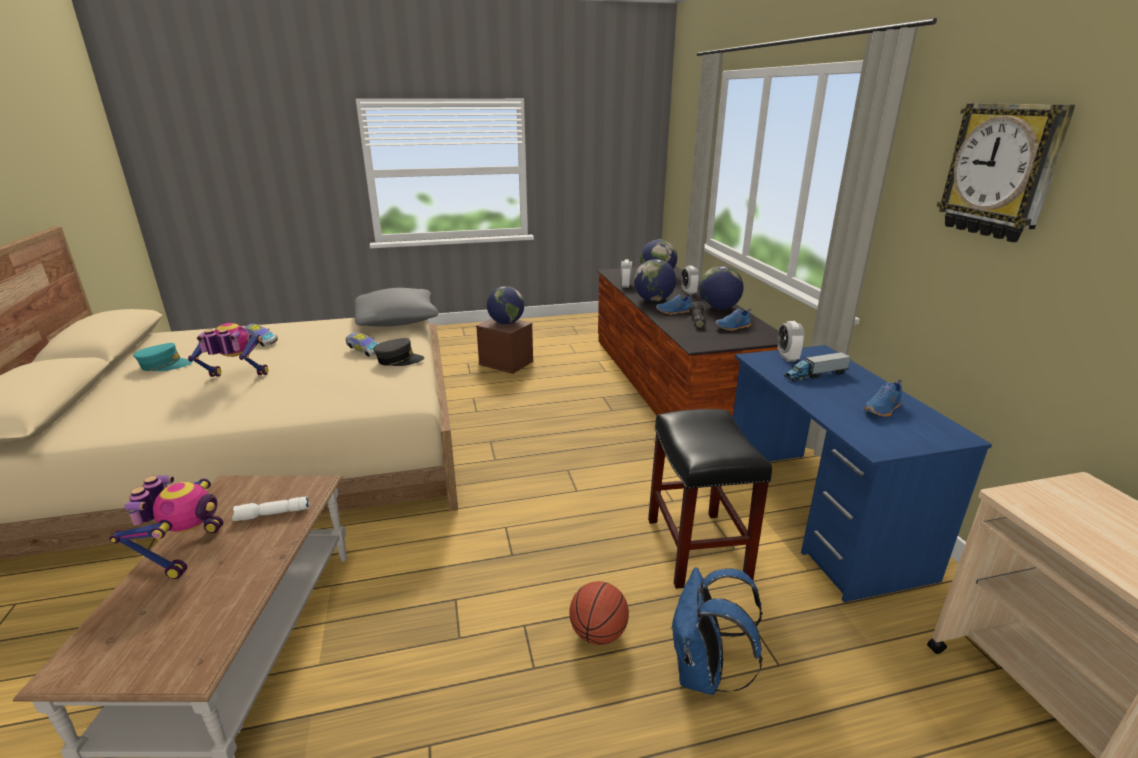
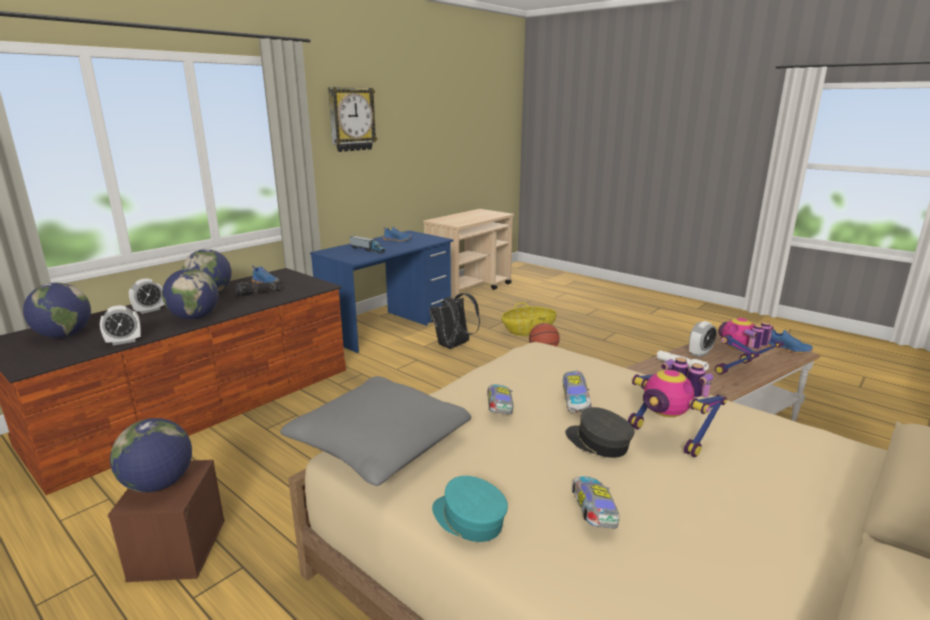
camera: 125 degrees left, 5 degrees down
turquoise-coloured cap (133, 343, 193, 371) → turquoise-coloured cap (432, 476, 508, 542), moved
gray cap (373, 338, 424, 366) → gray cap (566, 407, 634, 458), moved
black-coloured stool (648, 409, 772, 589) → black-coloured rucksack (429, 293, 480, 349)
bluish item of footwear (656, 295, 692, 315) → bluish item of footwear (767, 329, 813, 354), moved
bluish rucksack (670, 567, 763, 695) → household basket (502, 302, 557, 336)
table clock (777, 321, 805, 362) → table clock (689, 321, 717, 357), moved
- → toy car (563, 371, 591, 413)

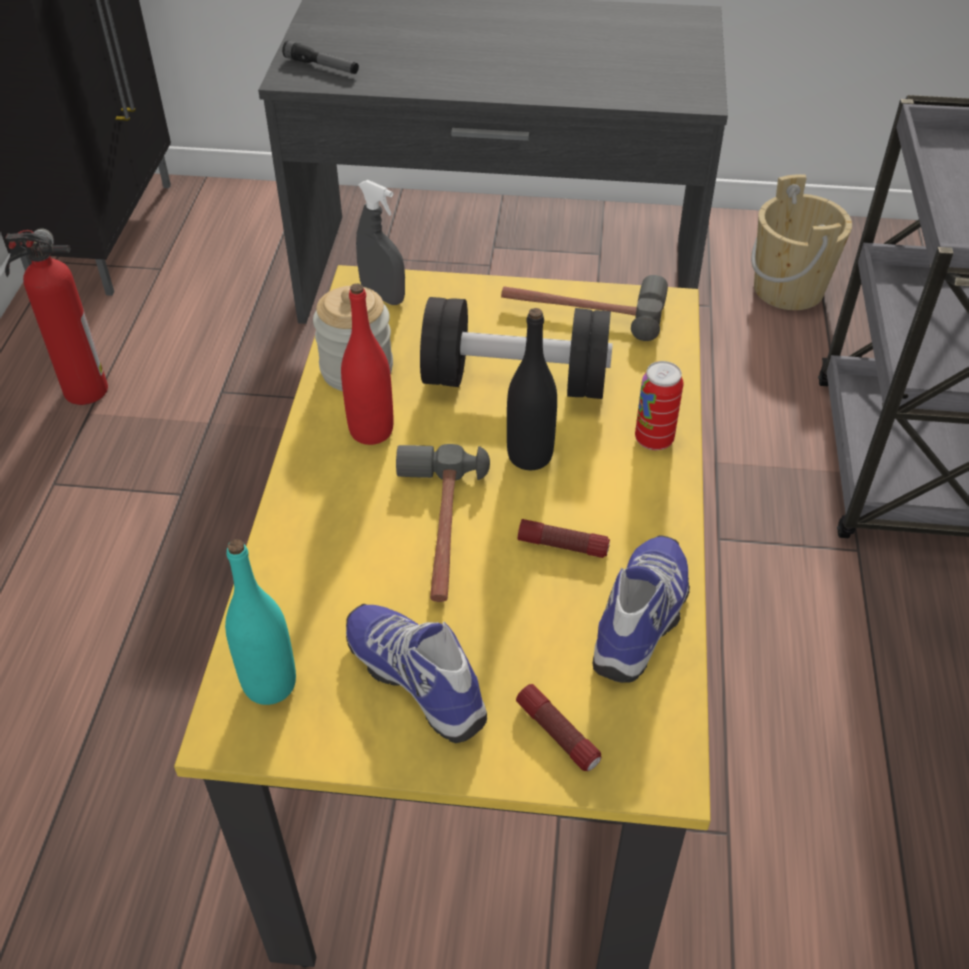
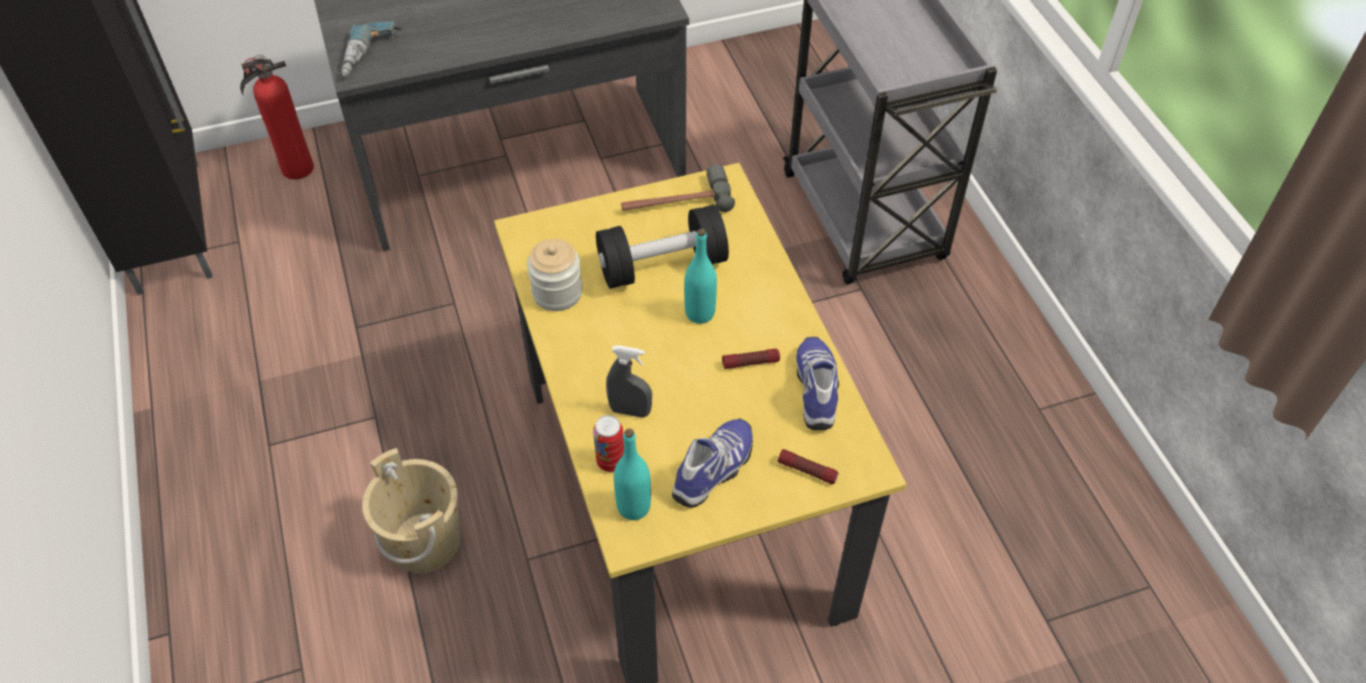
camera: 25 degrees left, 5 degrees up
fire-fighting cylinder (5, 228, 108, 405) → fire-fighting cylinder (240, 55, 314, 180), moved
torch (282, 40, 359, 74) → power drill (341, 21, 403, 77)
reddish bottle (341, 283, 394, 445) → -
item of footwear (346, 604, 487, 743) → item of footwear (672, 418, 753, 508), 105 degrees clockwise
gray spray bottle (356, 180, 405, 305) → gray spray bottle (606, 345, 652, 418), moved
tool hammer (396, 444, 490, 602) → -
black-coloured bottle (507, 308, 557, 470) → turquoise-coloured bottle (684, 229, 717, 324)
can (635, 361, 683, 450) → can (593, 415, 624, 472), moved
beige bucket (751, 174, 852, 310) → beige bucket (362, 448, 460, 574), moved

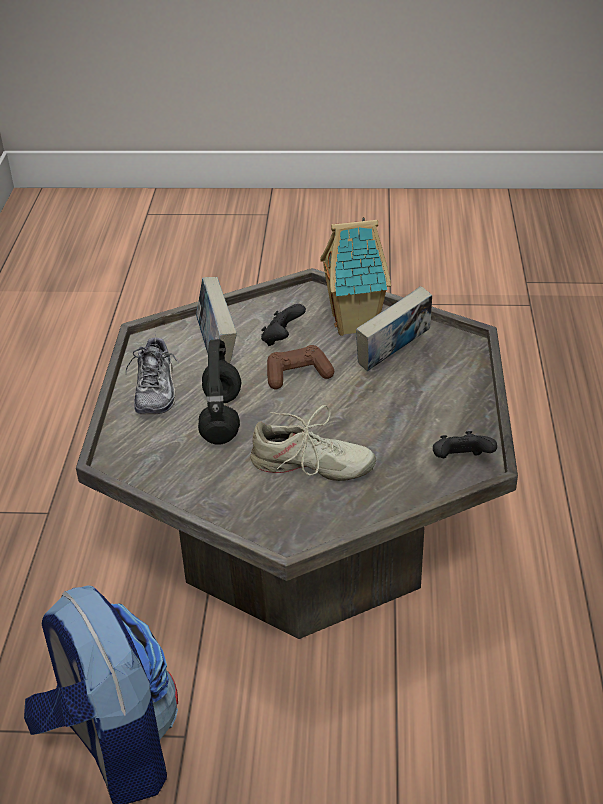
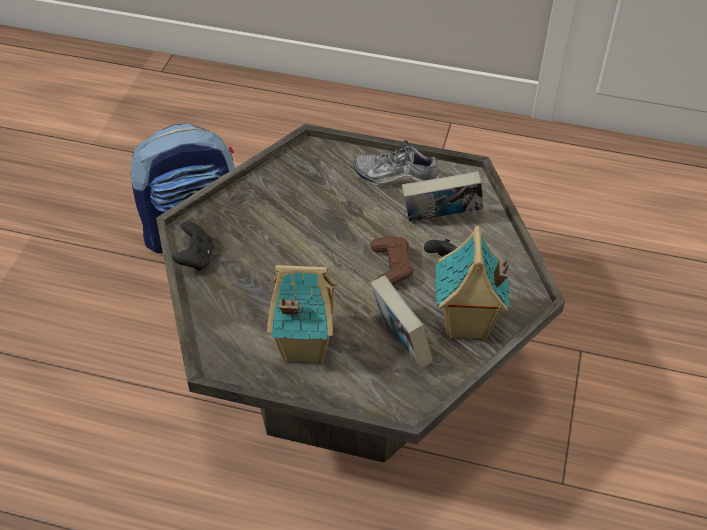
camera: 100 degrees right, 10 degrees up
black-coloured headphones (198, 339, 241, 445) → -
beige item of footwear (250, 405, 376, 481) → -
black-coloured joypad (433, 431, 497, 459) → black-coloured joypad (172, 221, 213, 271), moved
- → miniature house (267, 265, 337, 364)

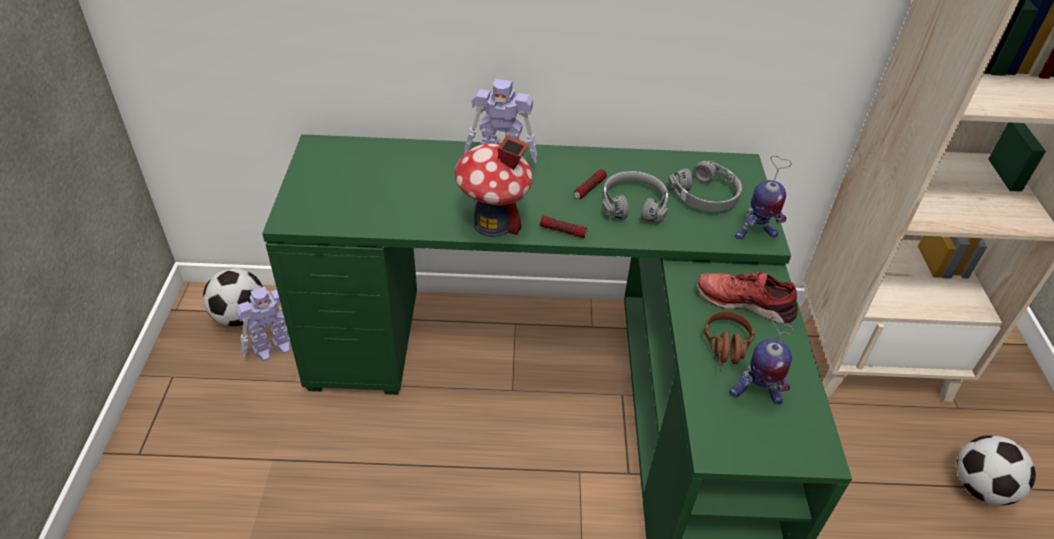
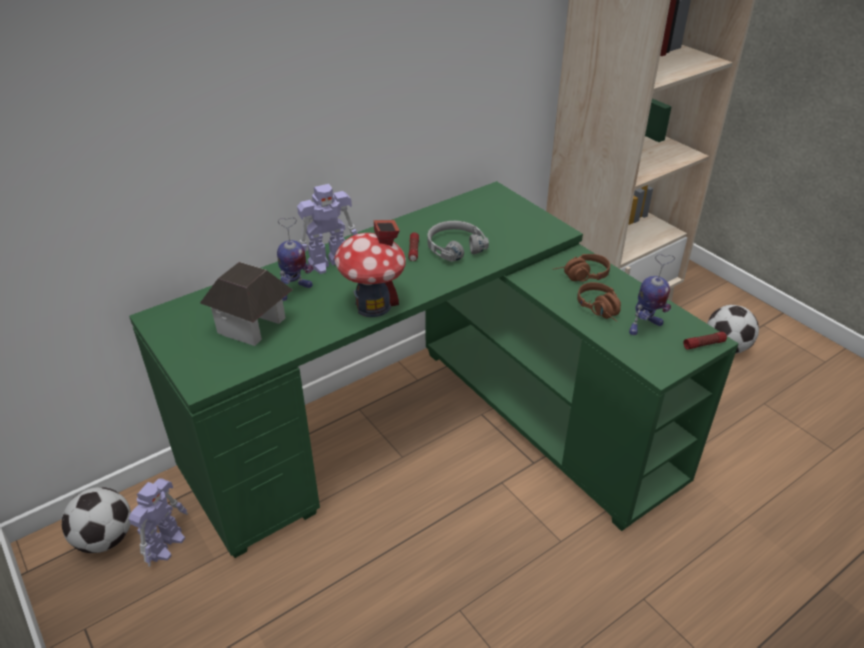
camera: 35 degrees left, 5 degrees down
torch (540, 216, 588, 238) → torch (684, 332, 727, 350), moved
gray headphones (668, 160, 742, 212) → -
reddish item of footwear (697, 271, 798, 324) → brown headphones (552, 254, 610, 282)
toy robot (735, 156, 792, 240) → toy robot (277, 217, 313, 301), moved
- → miniature house (200, 262, 293, 346)

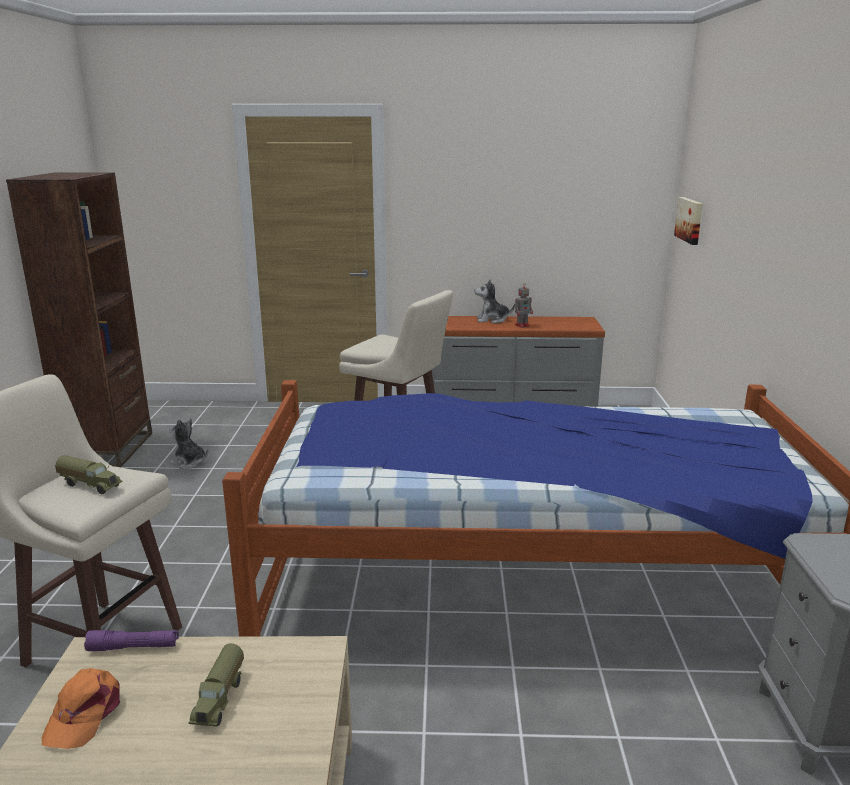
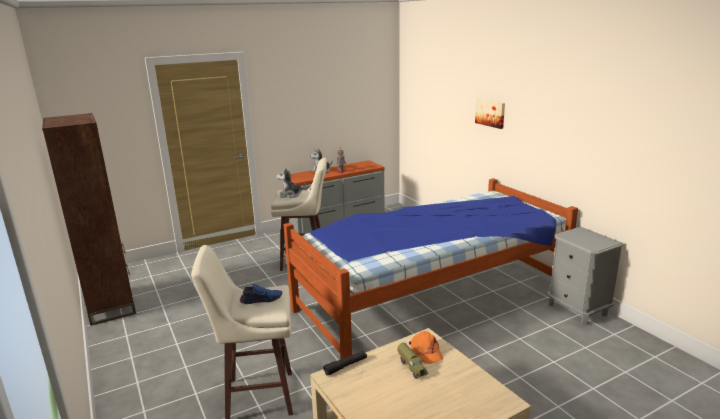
camera: 30 degrees left, 0 degrees up
orangey cap (42, 668, 120, 749) → orangey cap (409, 331, 443, 364), moved
model truck (55, 455, 122, 494) → bluish item of footwear (240, 284, 282, 304)
purple torch (84, 630, 179, 651) → black-coloured torch (323, 351, 367, 376)
cuddly toy (169, 419, 208, 469) → cuddly toy (276, 168, 305, 198), moved
wall picture (674, 197, 703, 245) → wall picture (475, 99, 505, 129), moved

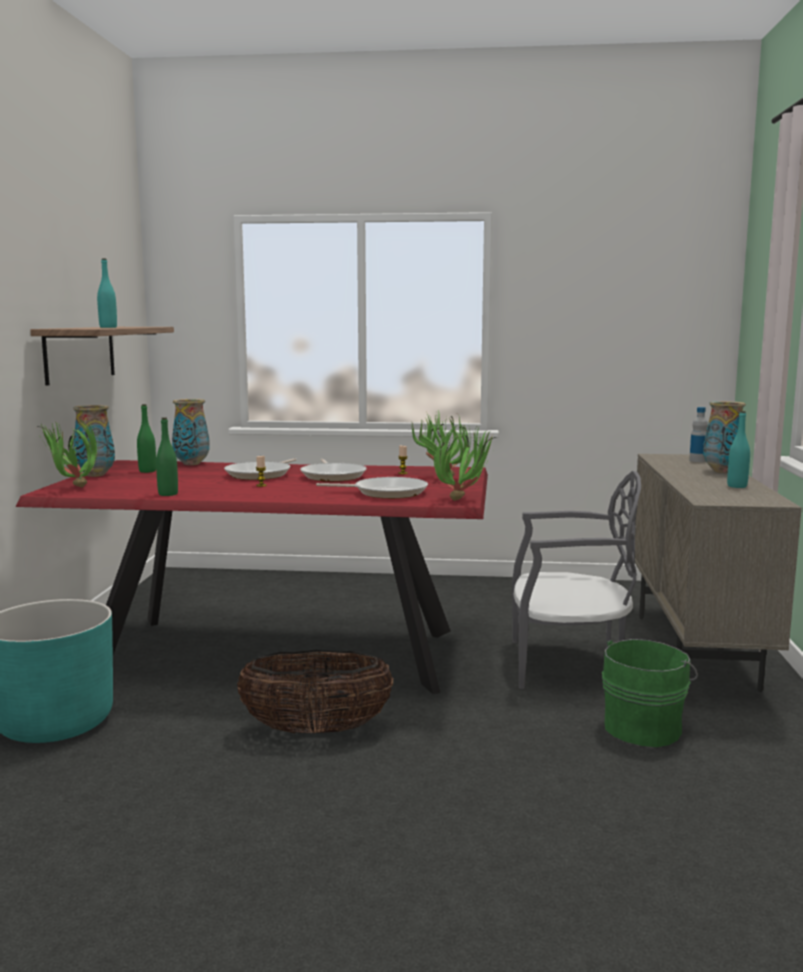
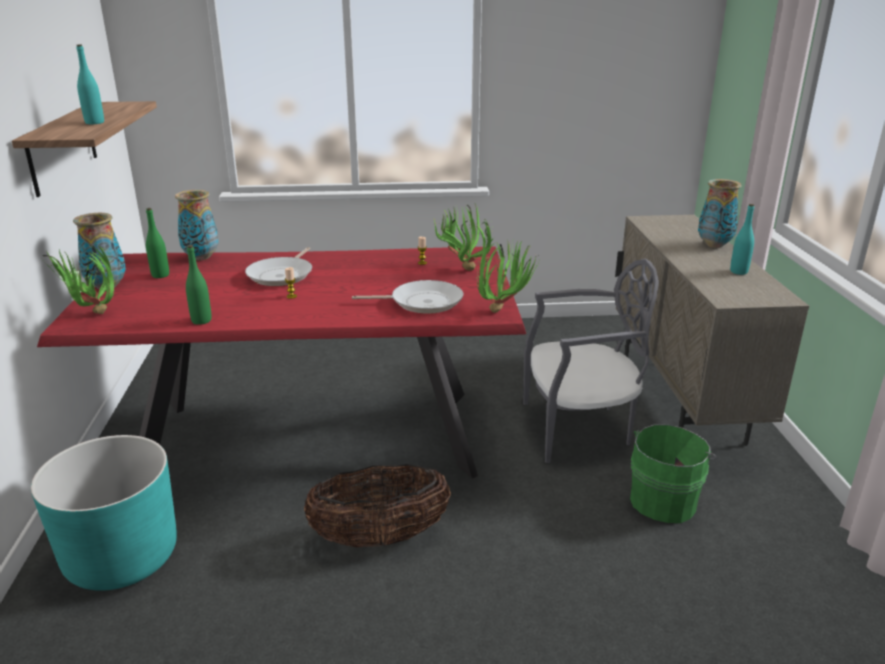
camera: 10 degrees left, 15 degrees up
skillet (301, 459, 367, 482) → -
bottle (689, 407, 708, 462) → -

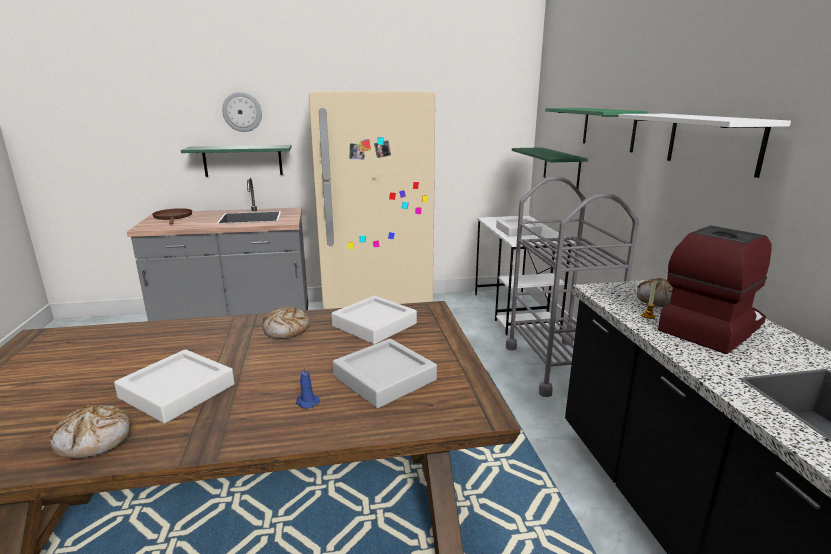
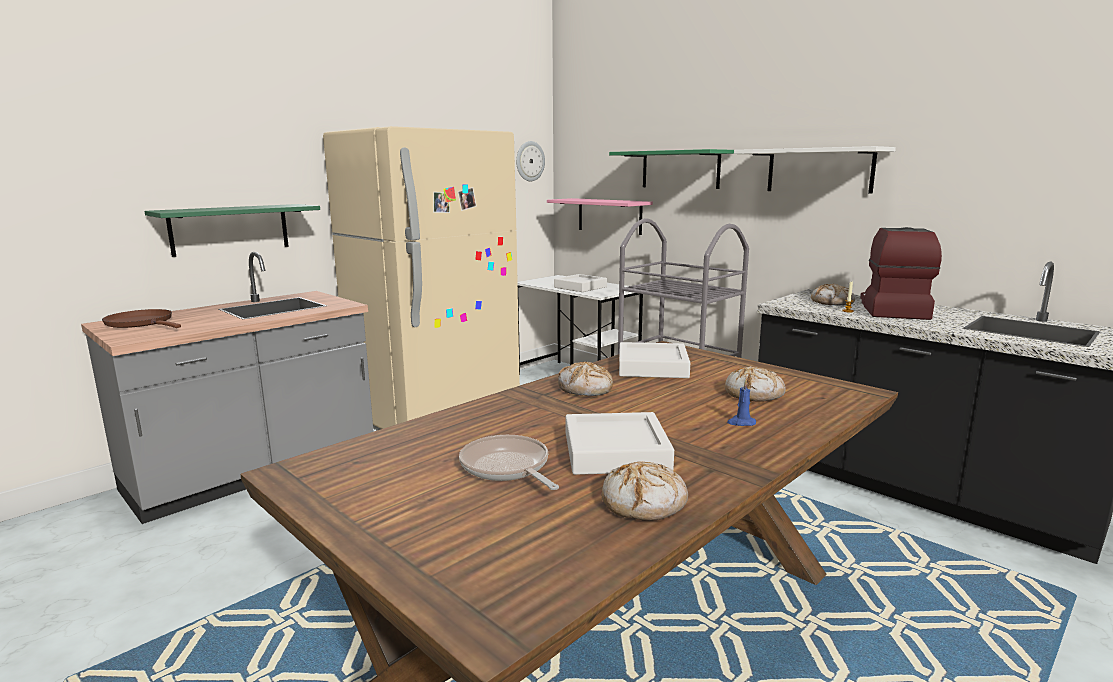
camera: 35 degrees left, 5 degrees down
clock on the wall (222, 92, 262, 132) → clock on the wall (516, 141, 545, 181), moved
gray tray (333, 339, 437, 408) → bread (725, 366, 786, 402)
green-coloured bracket shelf (512, 147, 588, 189) → pinkish bracket shelf (547, 198, 653, 235)
- → skillet (459, 435, 559, 490)

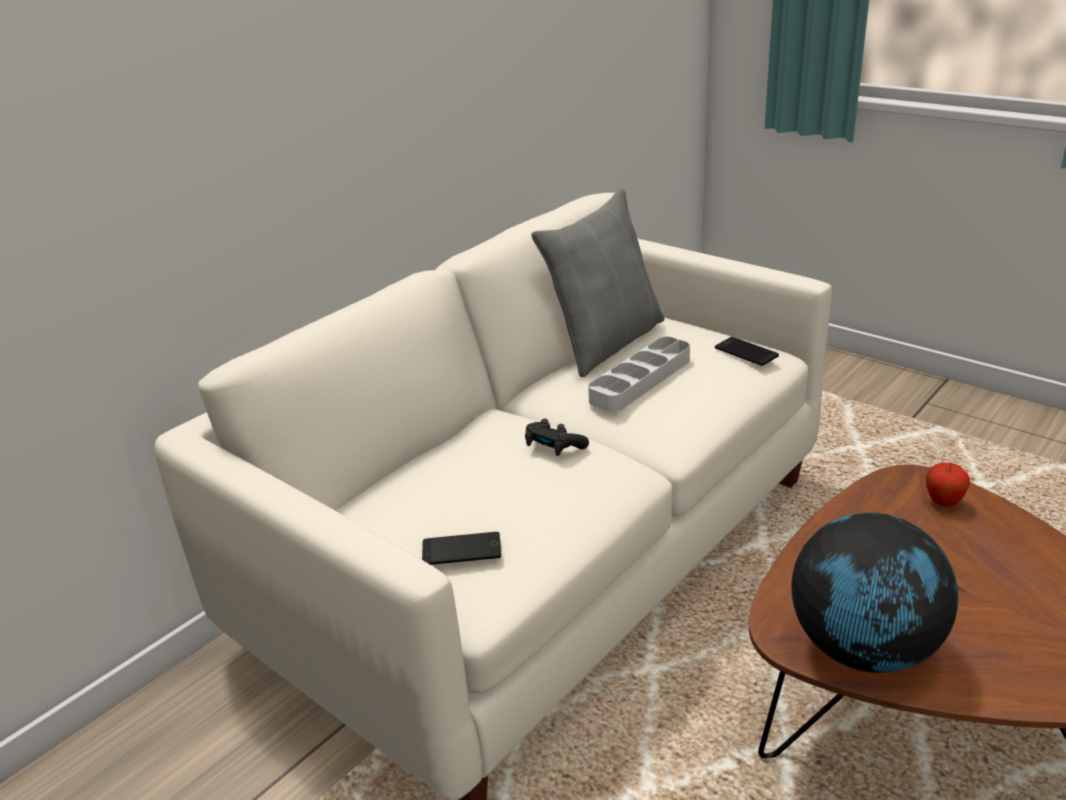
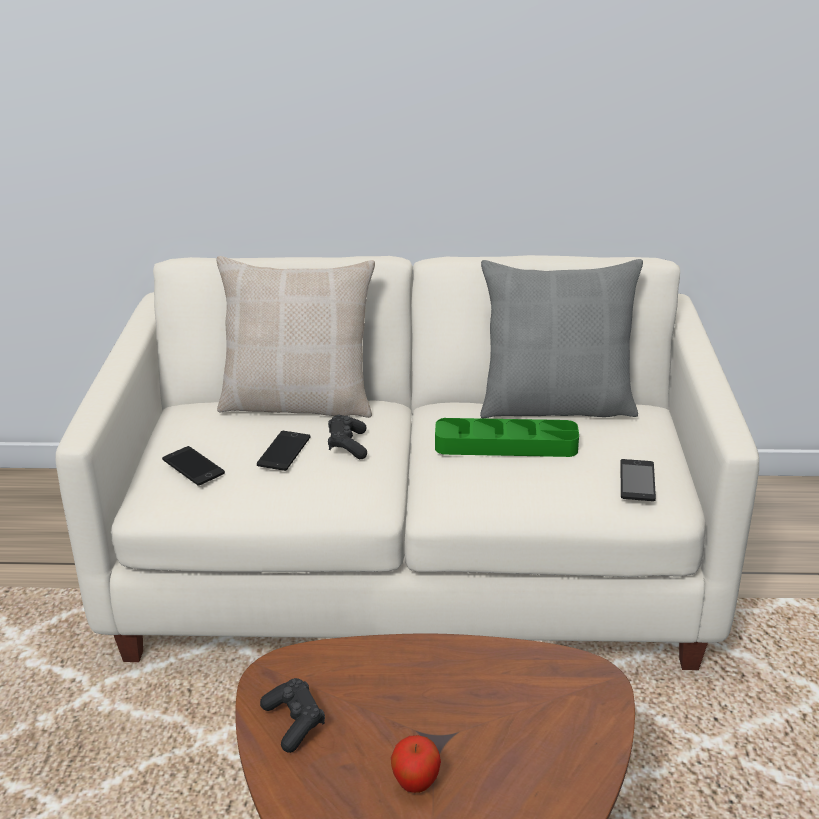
camera: 50 degrees right, 0 degrees up
gray tray (588, 336, 690, 412) → green-coloured tray (435, 418, 579, 457)
globe (791, 512, 959, 673) → black-coloured joypad (260, 678, 325, 753)
apple (926, 462, 971, 507) → apple (391, 735, 441, 793), moved
- → beige throw pillow (216, 256, 375, 418)
- → handset (257, 431, 310, 471)

